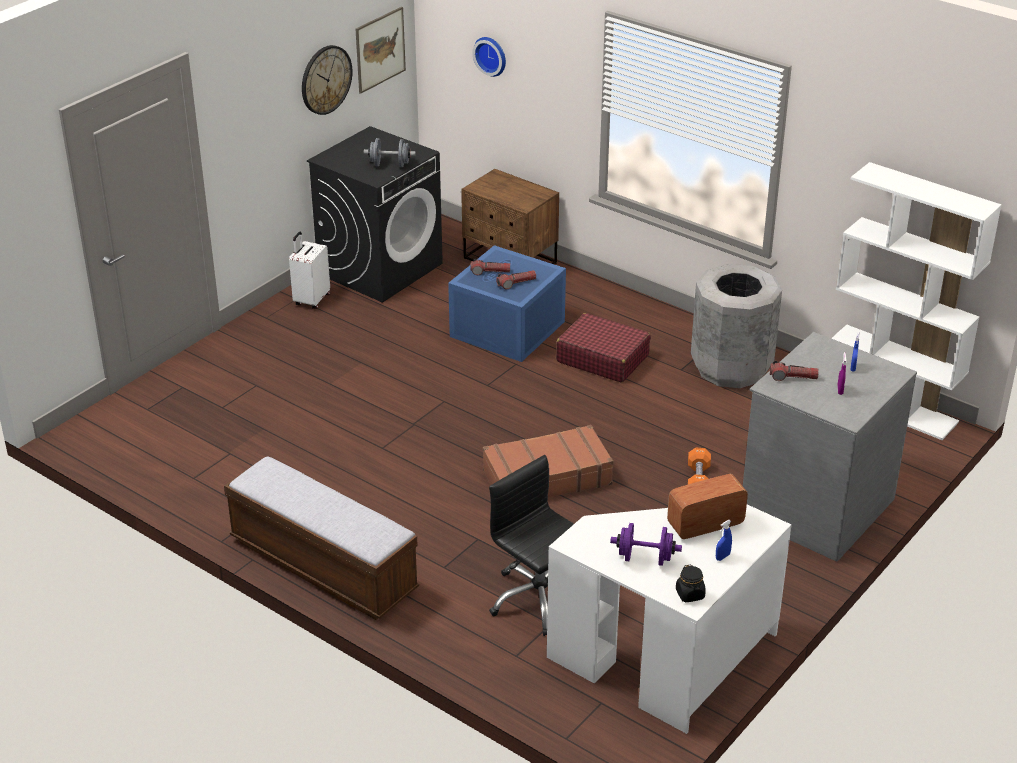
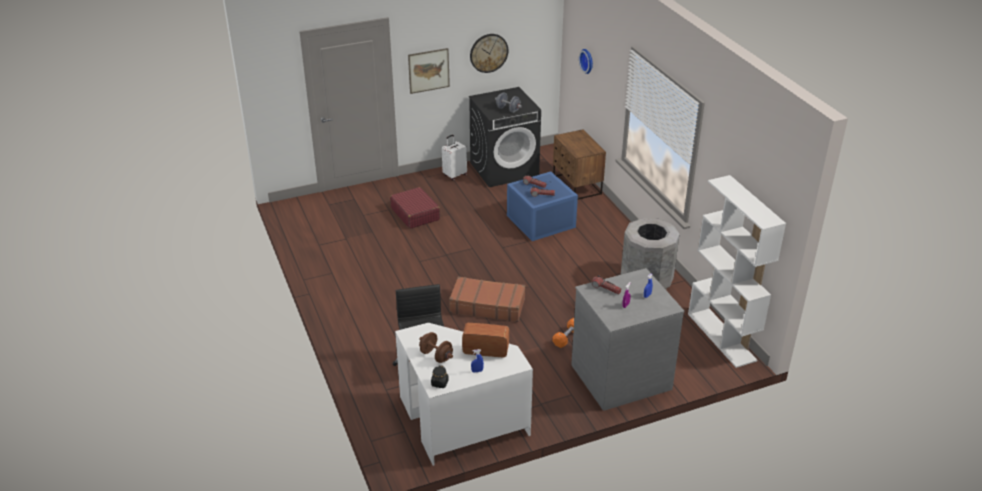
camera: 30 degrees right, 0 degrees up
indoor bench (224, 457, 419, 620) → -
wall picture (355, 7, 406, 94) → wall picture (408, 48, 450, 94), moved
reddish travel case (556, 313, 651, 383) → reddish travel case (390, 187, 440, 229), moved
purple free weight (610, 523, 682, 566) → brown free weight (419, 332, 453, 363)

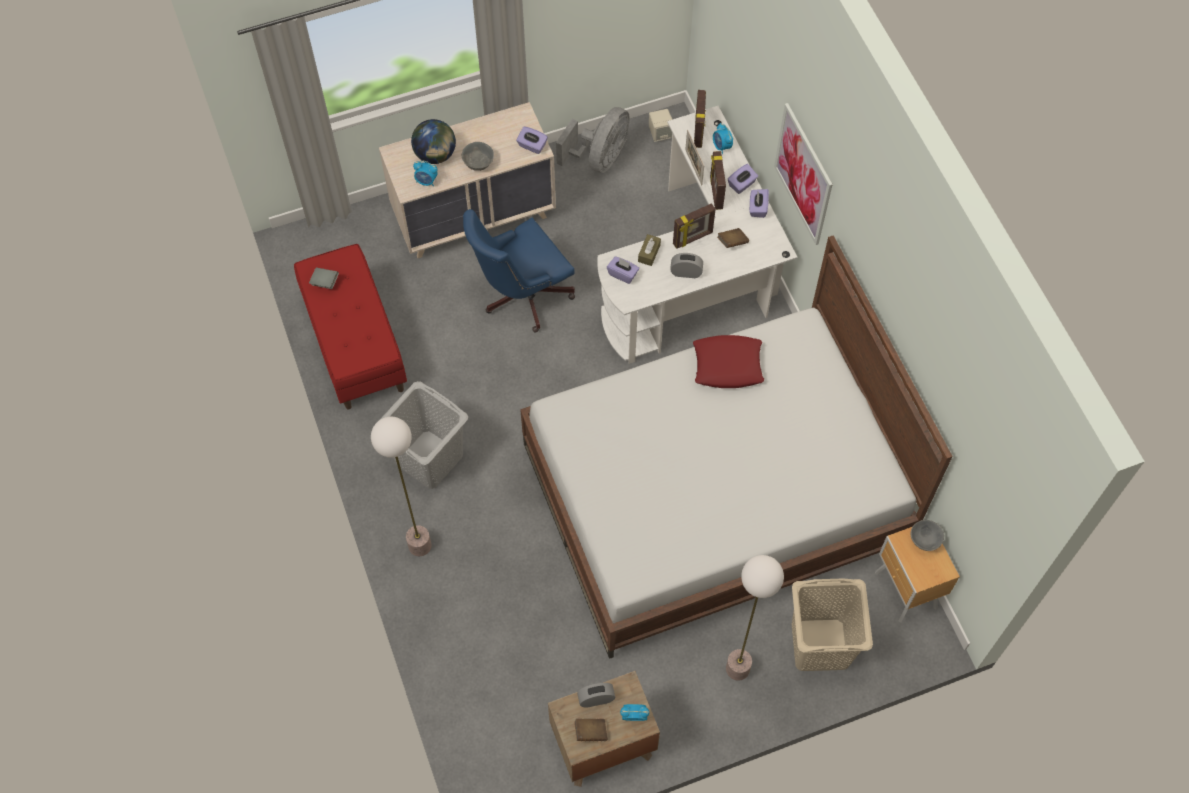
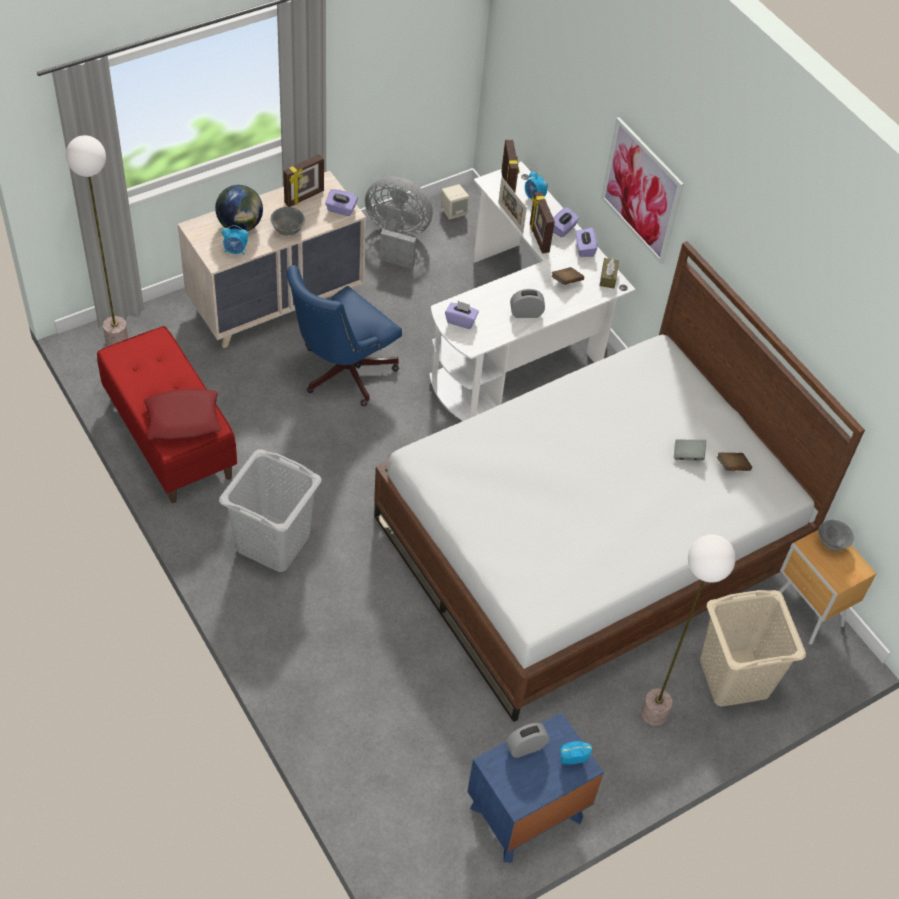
camera: 15 degrees left, 10 degrees down
gray book (309, 268, 339, 289) → gray book (674, 439, 706, 461), moved
standard lamp (371, 417, 432, 556) → standard lamp (66, 135, 129, 346), moved
brown night table (548, 671, 660, 787) → bluish night table (467, 712, 604, 862)
gray electric fan (556, 107, 630, 173) → gray electric fan (365, 176, 433, 269), 90 degrees counterclockwise
brown book (574, 719, 608, 741) → brown book (717, 452, 752, 471), moved
brown tissue holder (638, 234, 661, 266) → brown tissue holder (600, 258, 619, 288), moved
picture frame (673, 203, 716, 249) → picture frame (283, 154, 324, 207), moved
reddish throw pillow (693, 335, 764, 388) → reddish throw pillow (144, 389, 222, 442), moved

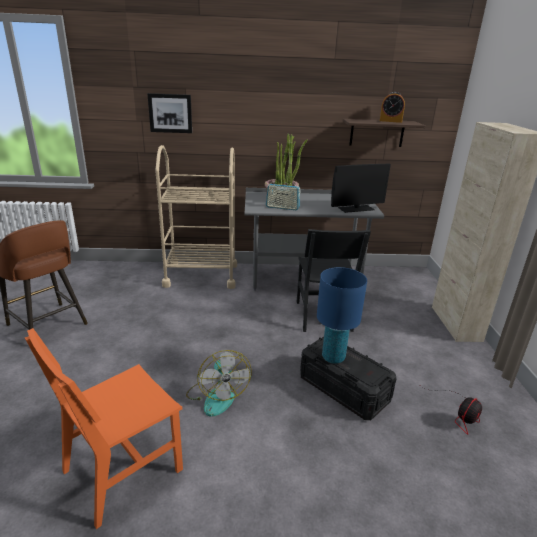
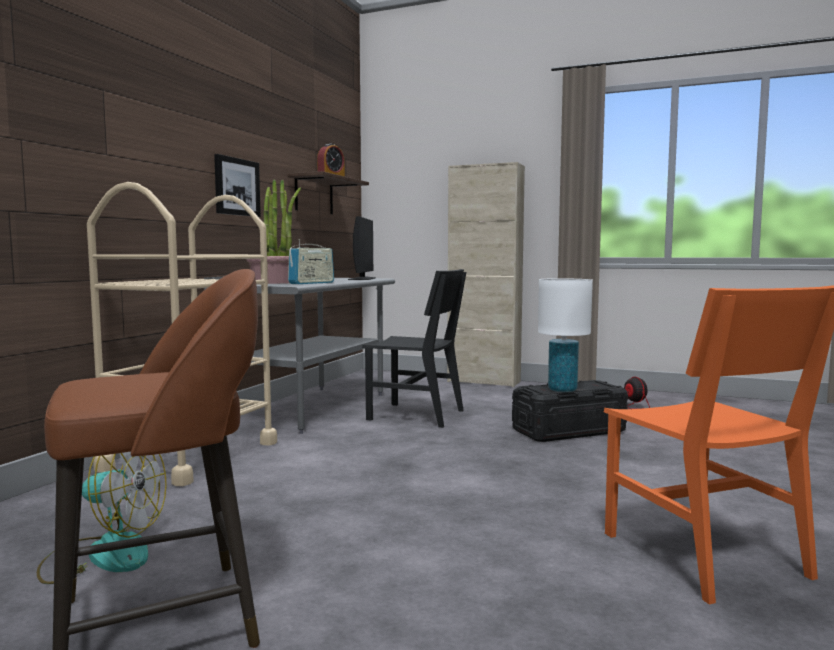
camera: 65 degrees left, 20 degrees down
wall picture (147, 93, 192, 133) → wall picture (214, 154, 261, 217), moved
electric fan (186, 350, 251, 417) → electric fan (37, 452, 167, 584), moved
bluish tabletop lamp (317, 267, 367, 364) → white-coloured tabletop lamp (538, 278, 593, 392)

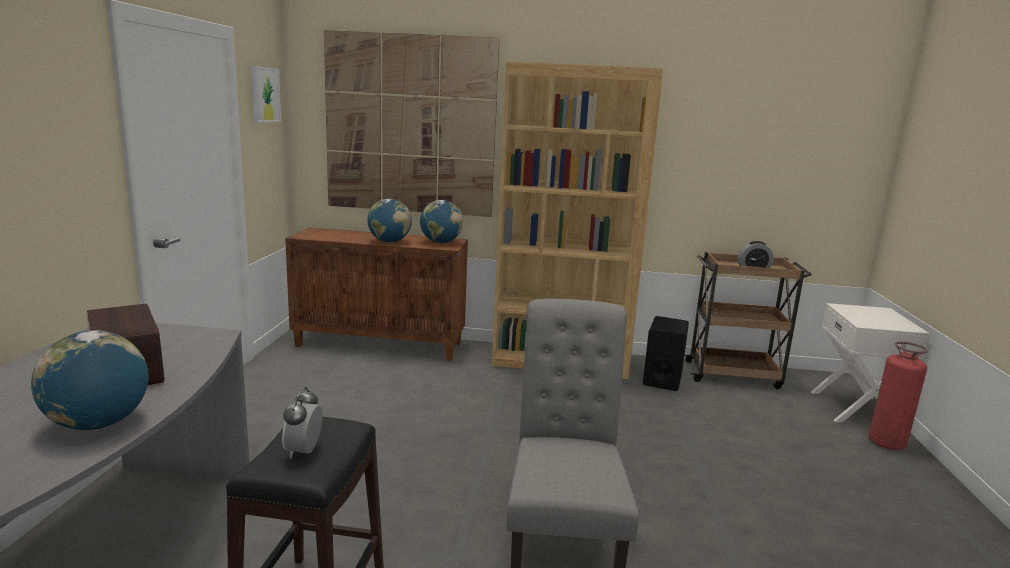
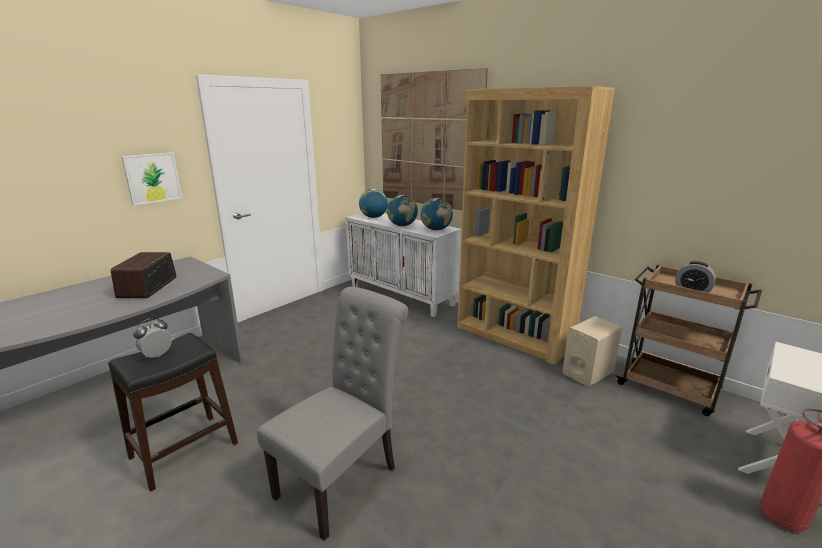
camera: 35 degrees right, 5 degrees up
globe (31, 330, 149, 430) → globe (359, 189, 388, 218), moved
wall picture (251, 66, 281, 123) → wall picture (121, 153, 182, 205), moved
brown cupboard (285, 228, 468, 361) → white-coloured cupboard (346, 213, 462, 317)
black-coloured loudspeaker (643, 316, 689, 391) → beige loudspeaker (563, 316, 622, 387)

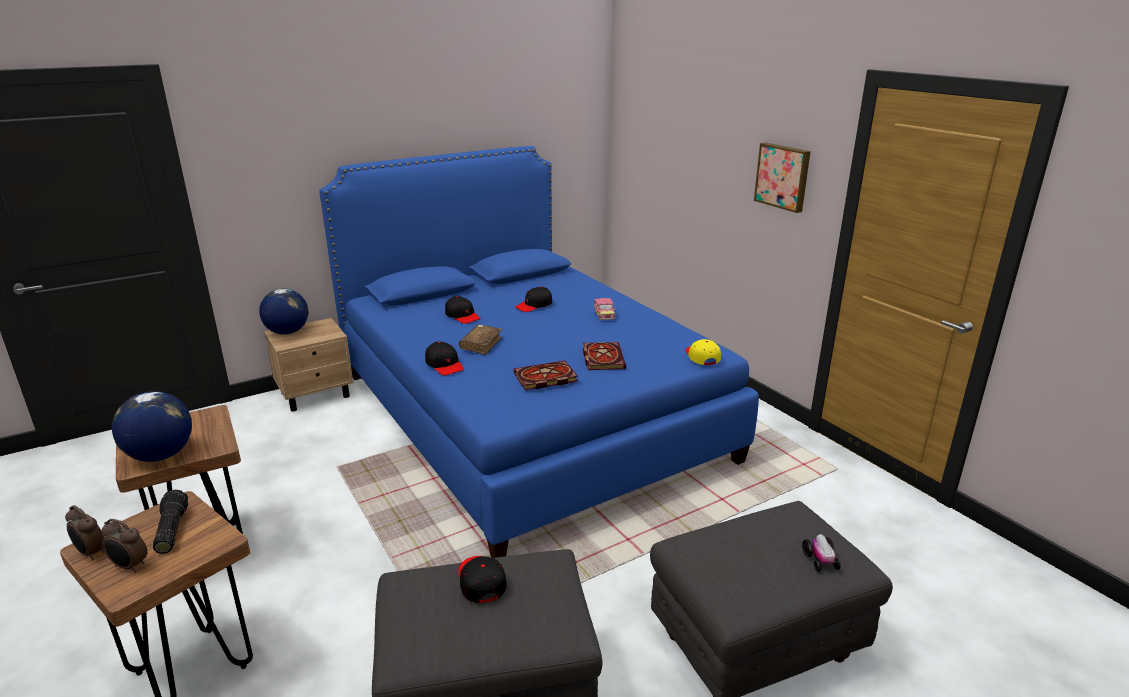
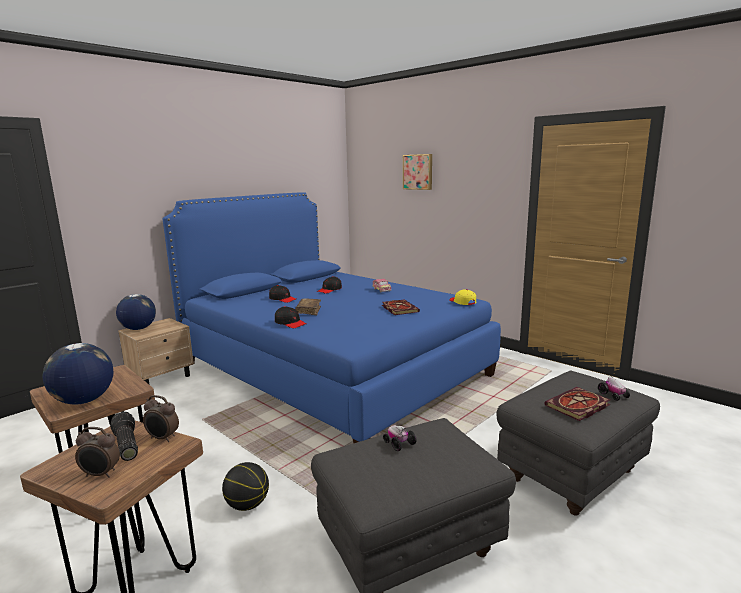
camera: 15 degrees left, 10 degrees down
table clock (65, 505, 104, 560) → table clock (143, 395, 179, 442), moved
black-coloured cap (459, 556, 507, 603) → toy car (383, 425, 417, 451)
book (513, 360, 578, 390) → book (544, 387, 610, 421), moved
wall picture (754, 142, 811, 213) → wall picture (403, 154, 432, 190), moved
- → basketball (222, 462, 269, 511)

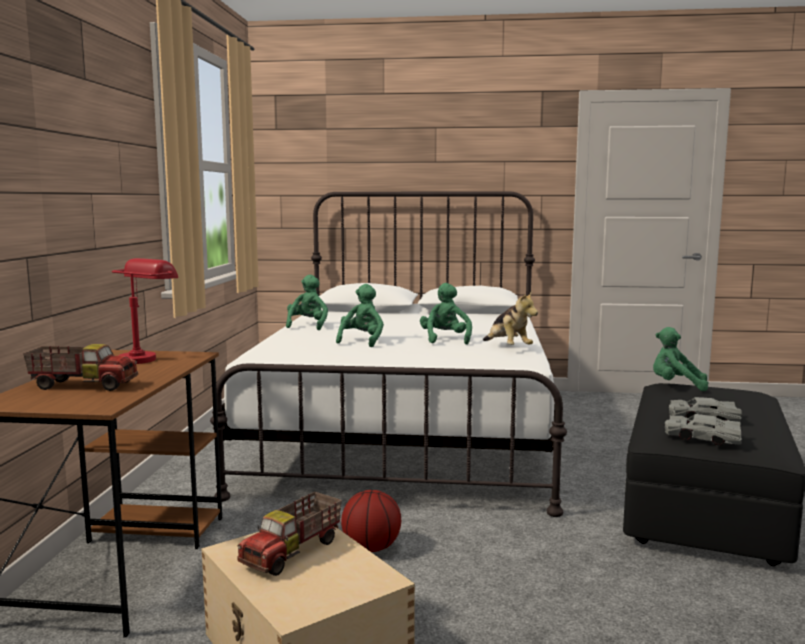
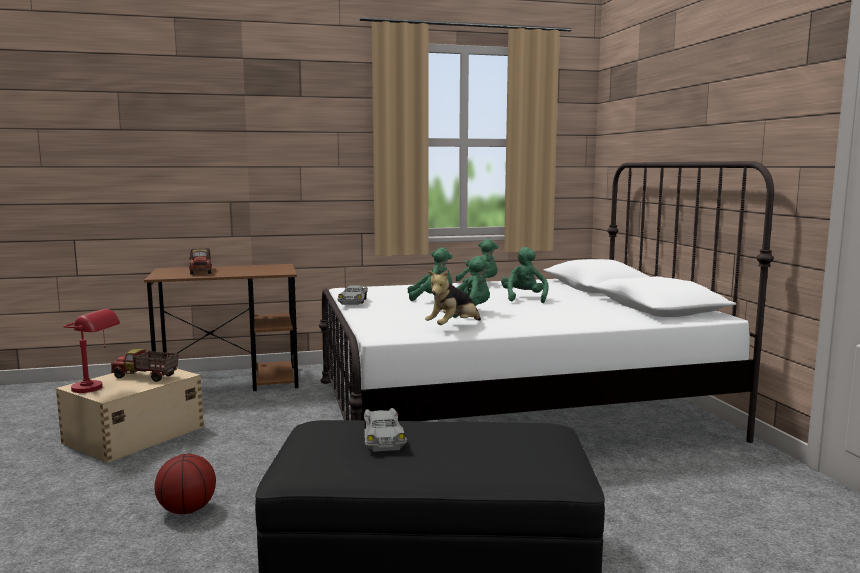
camera: 70 degrees right, 0 degrees up
reddish tabletop lamp (112, 258, 178, 364) → reddish tabletop lamp (63, 309, 120, 393), moved
basketball (341, 490, 401, 552) → basketball (154, 454, 216, 514), moved
green-coloured cuddly toy (653, 327, 708, 391) → green-coloured cuddly toy (501, 247, 549, 303), moved
gray toy car (665, 414, 742, 445) → gray toy car (337, 285, 368, 305), moved

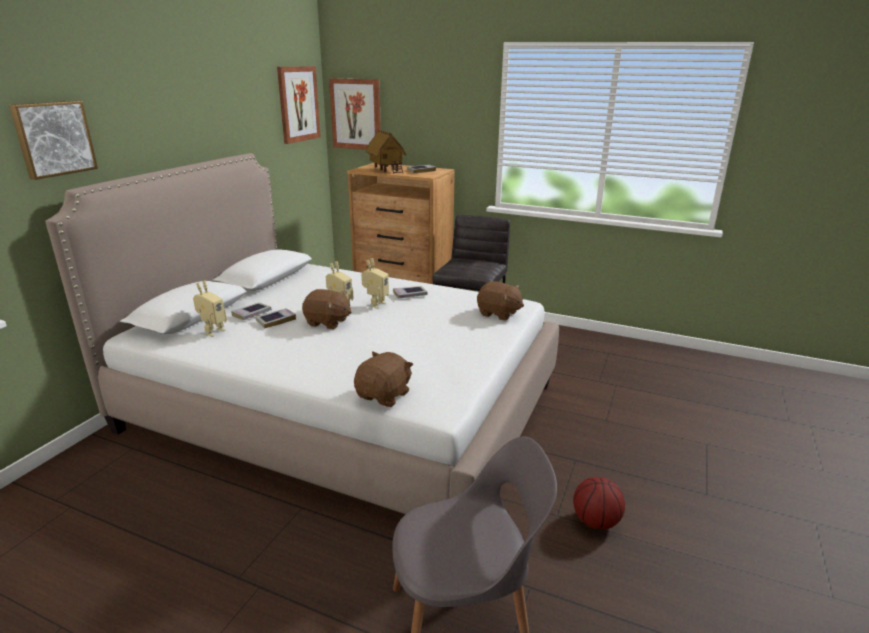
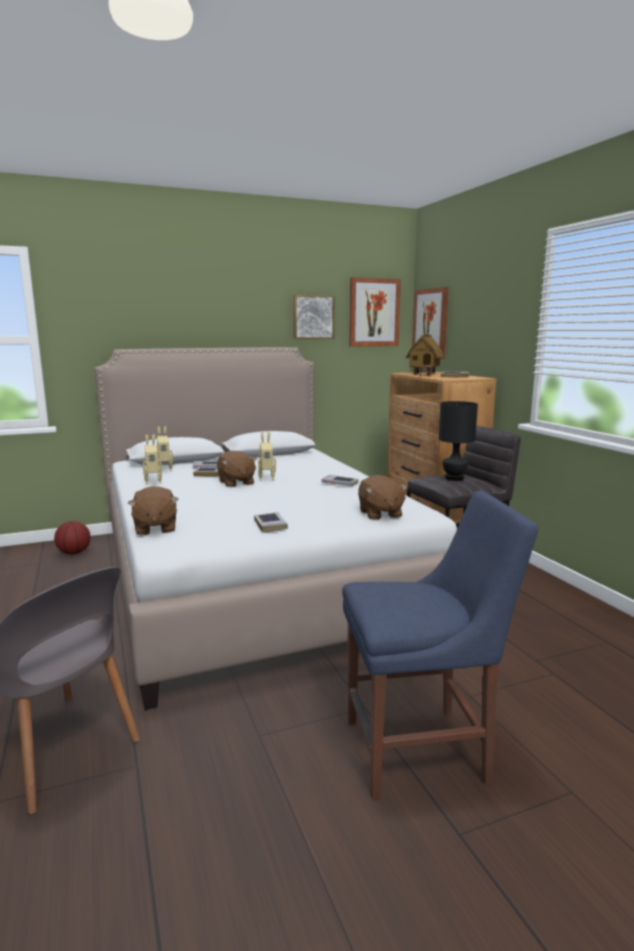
camera: 45 degrees right, 10 degrees down
wall picture (9, 100, 98, 180) → wall picture (293, 295, 334, 339), moved
brown cuddly toy (354, 352, 413, 407) → brown cuddly toy (128, 486, 179, 536), 90 degrees clockwise
toy robot (361, 258, 389, 309) → toy robot (143, 434, 162, 484), moved
basketball (573, 477, 625, 530) → basketball (54, 521, 91, 555), moved
- → book (254, 512, 288, 533)
- → bluish chair (342, 491, 538, 800)
- → black-coloured tabletop lamp (439, 401, 478, 481)

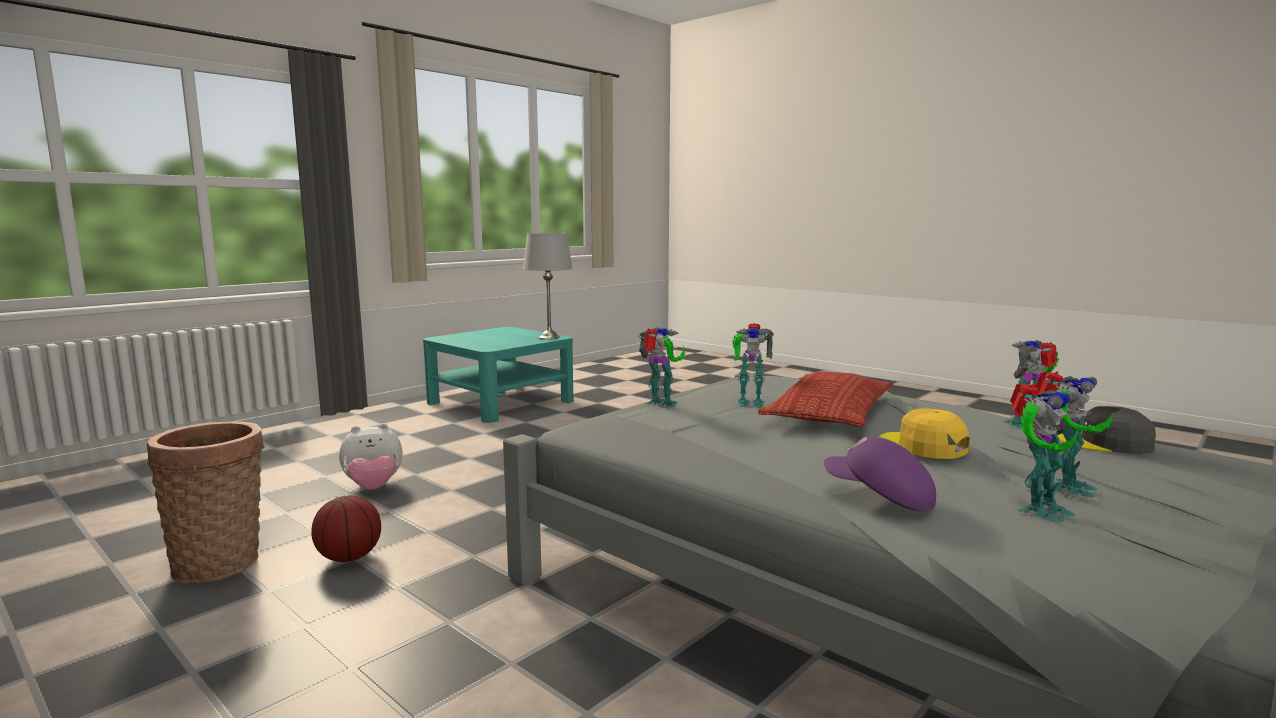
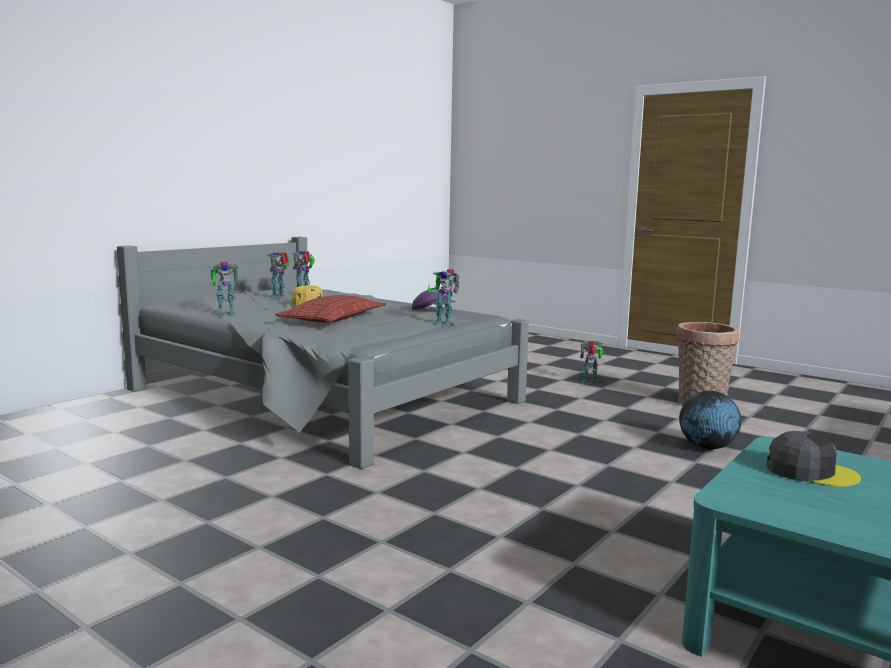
camera: 175 degrees right, 0 degrees up
basketball (311, 495, 381, 562) → -
cuddly toy (339, 423, 402, 490) → globe (679, 391, 741, 450)
gray tabletop lamp (523, 233, 573, 339) → -
toy robot (732, 323, 774, 408) → toy robot (580, 341, 604, 384), moved
purple cap (824, 437, 936, 511) → purple cap (412, 288, 455, 310), moved
gray cap (1057, 406, 1156, 454) → gray cap (766, 431, 861, 487), moved

